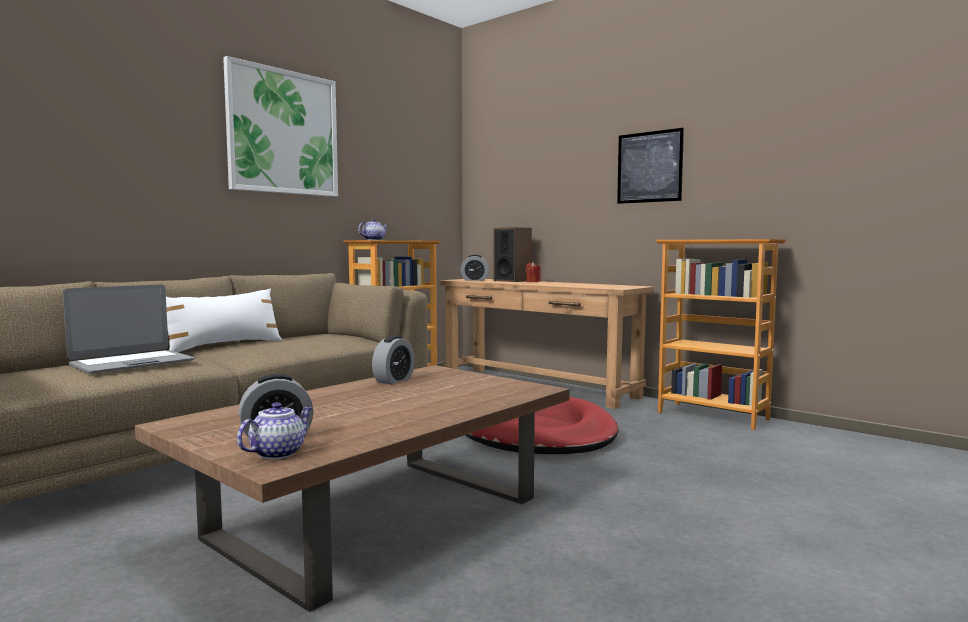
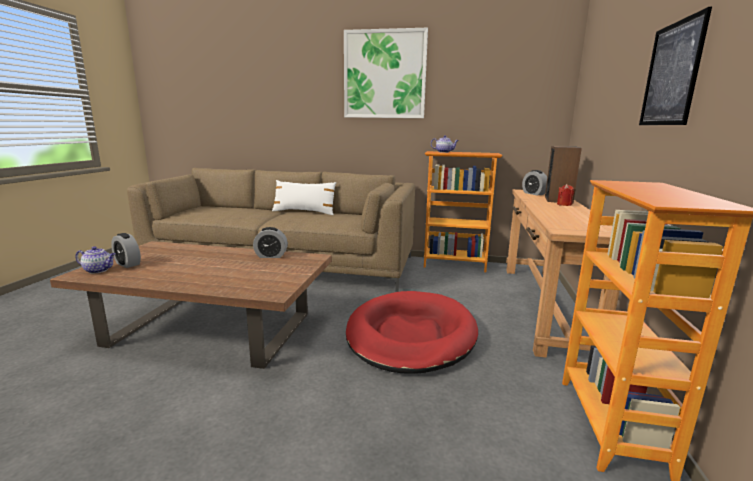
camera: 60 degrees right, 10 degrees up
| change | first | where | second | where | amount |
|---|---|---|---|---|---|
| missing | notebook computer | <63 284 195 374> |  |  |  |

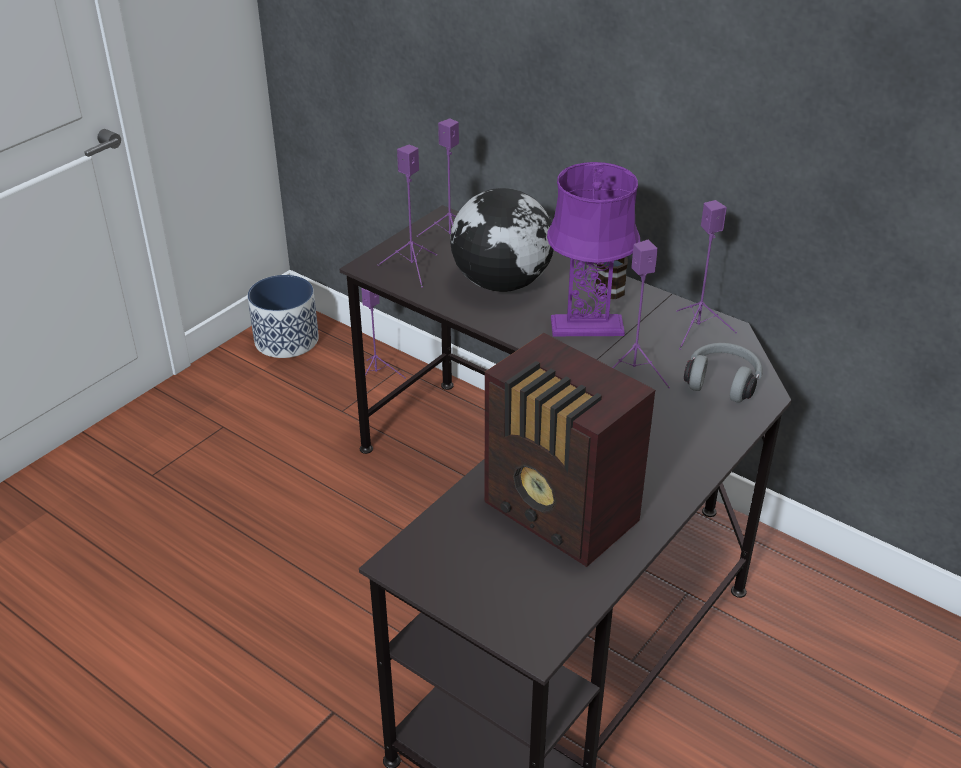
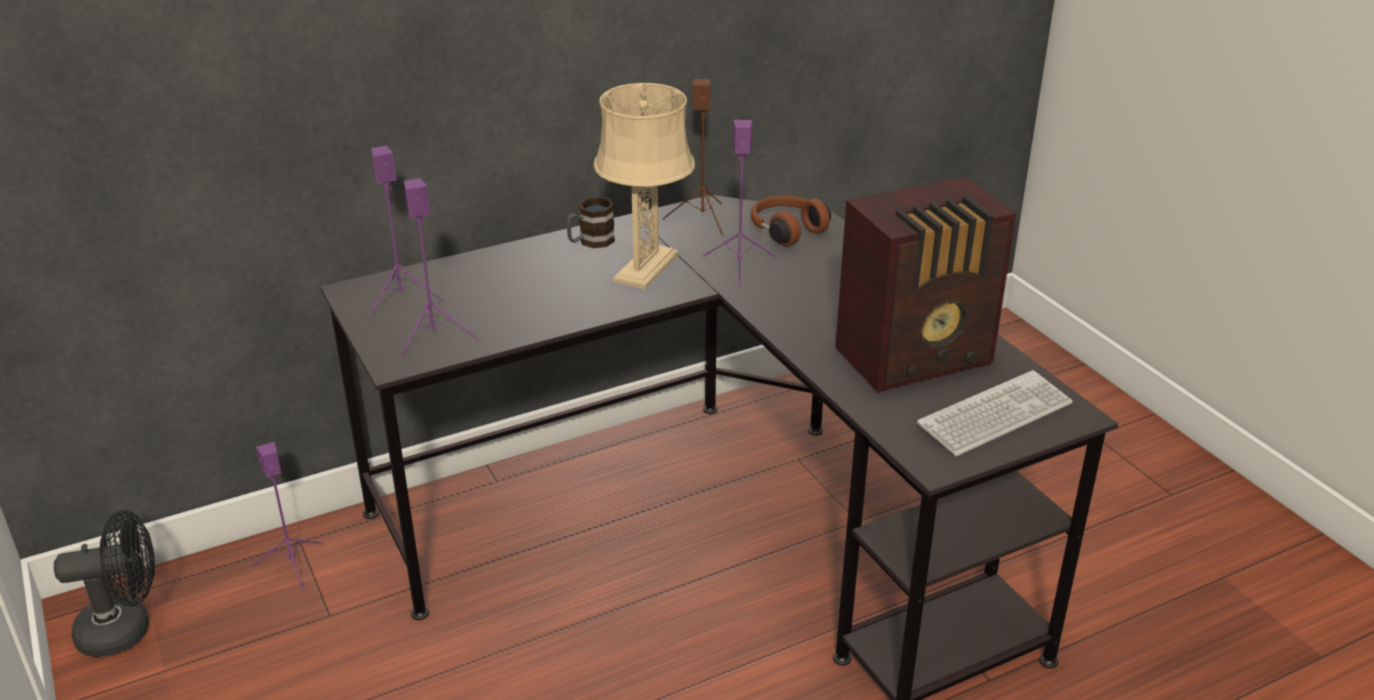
camera: 65 degrees left, 5 degrees down
| change | first | where | second | where | amount |
|---|---|---|---|---|---|
| colour | tabletop lamp (purple) | <547 162 640 336> | tabletop lamp (sand-coloured) | <594 83 695 289> |  |
| missing | world globe | <450 188 554 292> |  |  |  |
| colour | speaker (purple) | <676 200 737 350> | speaker (brown-coloured) | <663 79 724 235> |  |
| exchanged | planter | <247 275 319 358> | fan (blackish) | <54 510 155 657> |  |
| colour | headphones (grey) | <684 343 763 402> | headphones (brown-coloured) | <751 196 831 246> |  |
| appeared |  |  | keyboard | <917 370 1073 456> |  |

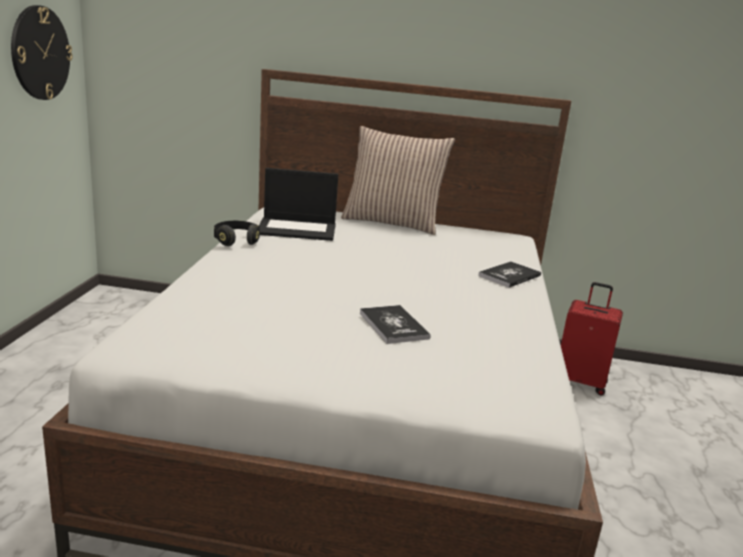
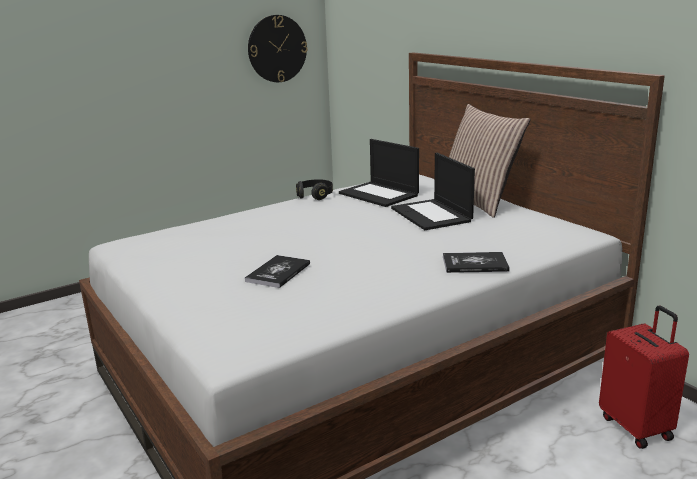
camera: 50 degrees right, 0 degrees up
| change | first | where | second | where | amount |
|---|---|---|---|---|---|
| appeared |  |  | notebook computer | <391 153 475 230> |  |

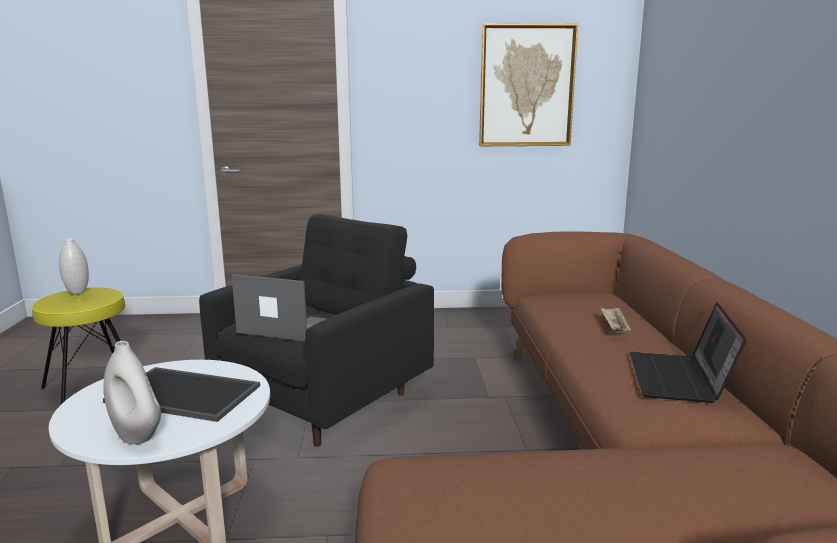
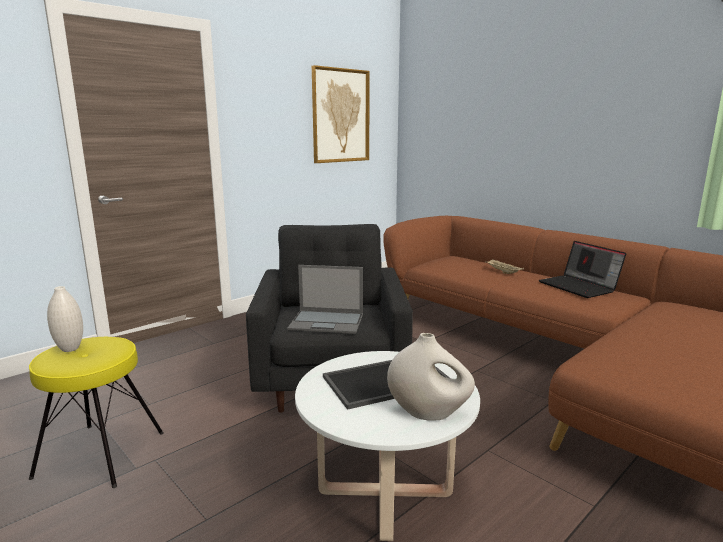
camera: 40 degrees left, 0 degrees up
| change | first | where | second | where | amount |
|---|---|---|---|---|---|
| spun | notebook computer | <231 274 327 342> |  | <287 265 363 334> | 150 degrees counterclockwise |

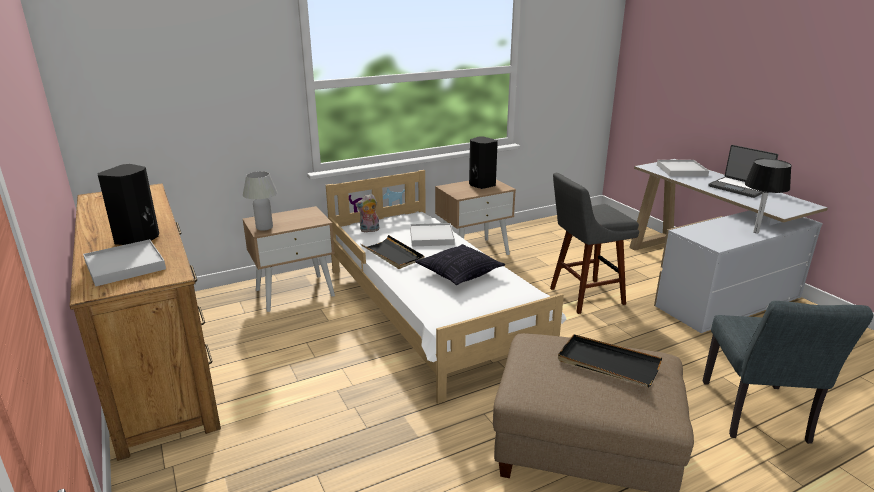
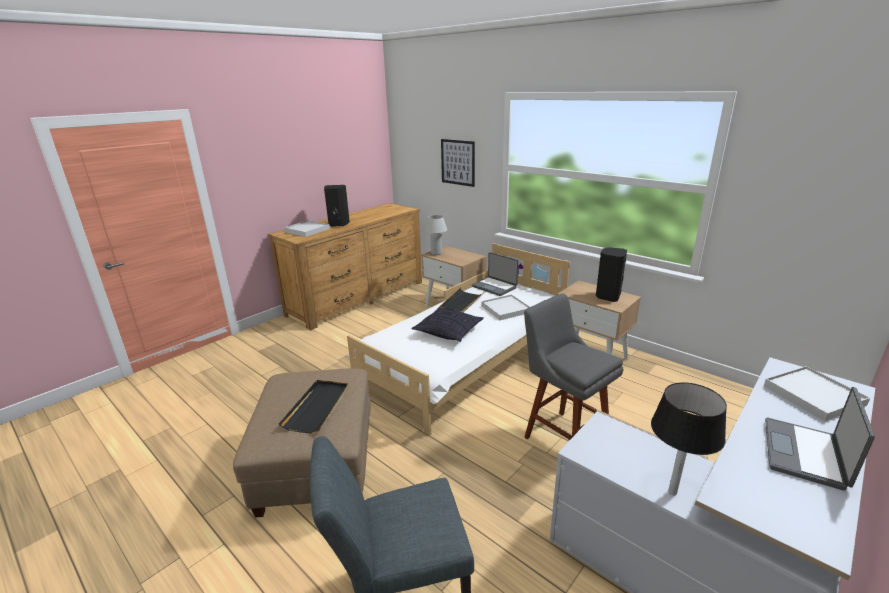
camera: 70 degrees right, 0 degrees up
| change | first | where | second | where | amount |
|---|---|---|---|---|---|
| exchanged | plush toy | <355 194 379 233> | notebook computer | <472 252 519 296> |  |
| appeared |  |  | picture | <441 139 475 187> |  |

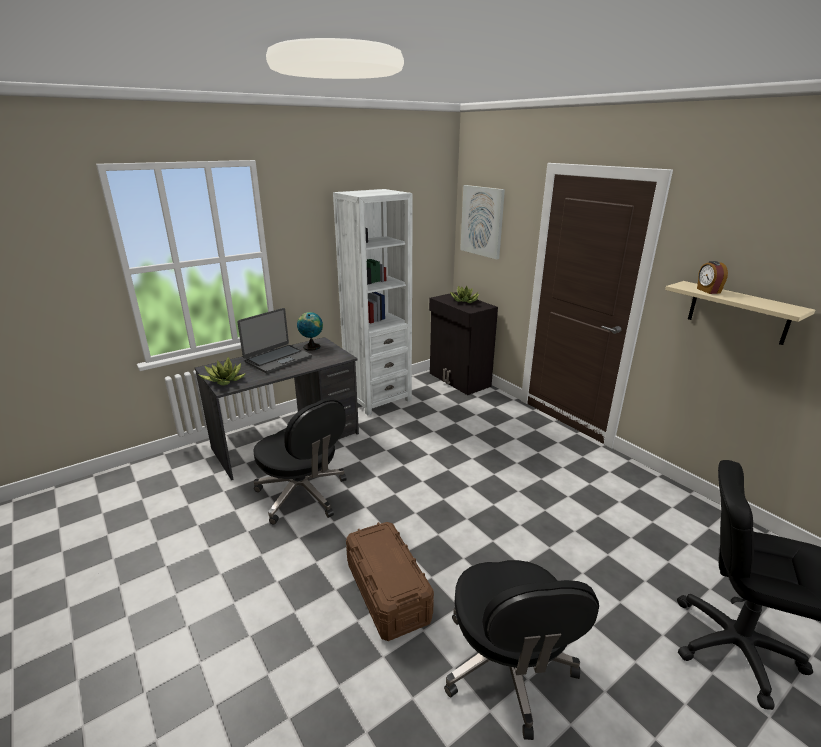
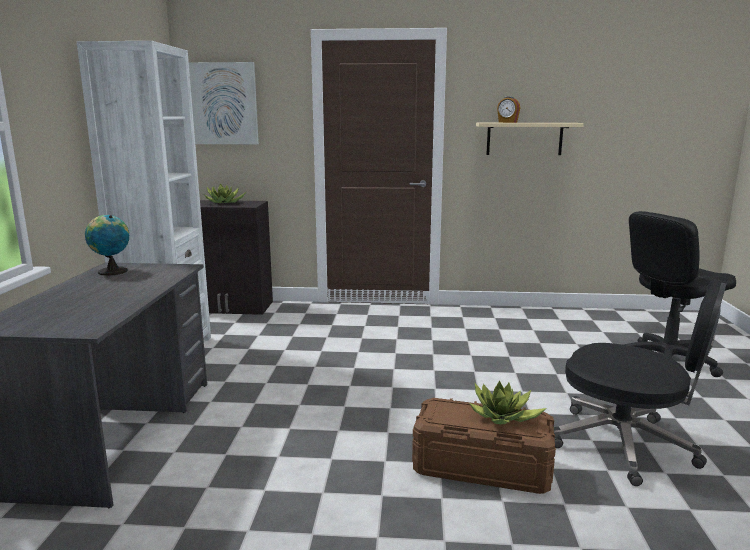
camera: 50 degrees left, 10 degrees down
| change | first | where | second | where | amount |
|---|---|---|---|---|---|
| missing | notebook computer | <237 308 312 374> |  |  |  |
| relocated | potted plant | <199 357 246 385> |  | <469 380 547 424> |  |
| missing | office chair (blackish) | <253 398 347 524> |  |  |  |

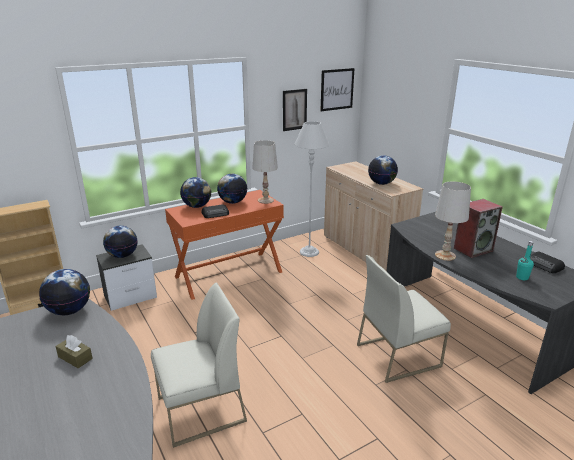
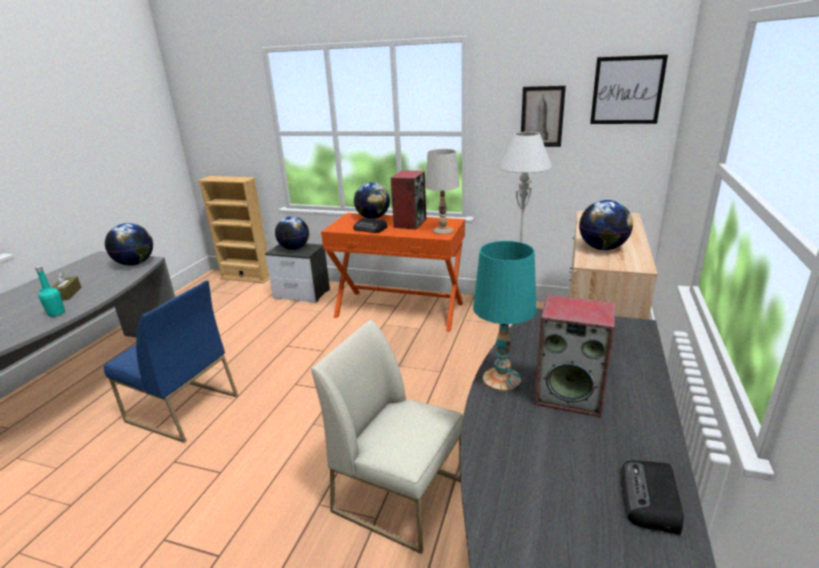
camera: 50 degrees right, 0 degrees up
| change | first | where | second | where | amount |
|---|---|---|---|---|---|
| exchanged | world globe | <217 174 247 204> | speaker | <391 170 426 230> |  |
| colour | tabletop lamp (white) | <435 181 471 261> | tabletop lamp (turquoise-coloured) | <473 241 537 391> |  |
| relocated | beverage bottle (turquoise-coloured) | <516 241 534 280> |  | <35 266 65 317> |  |
| colour | chair (white) | <151 282 247 448> | chair (blue-coloured) | <104 280 238 443> |  |

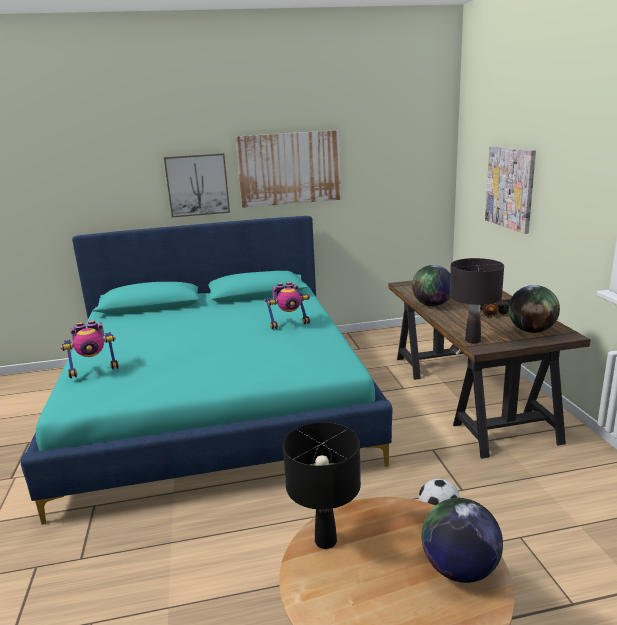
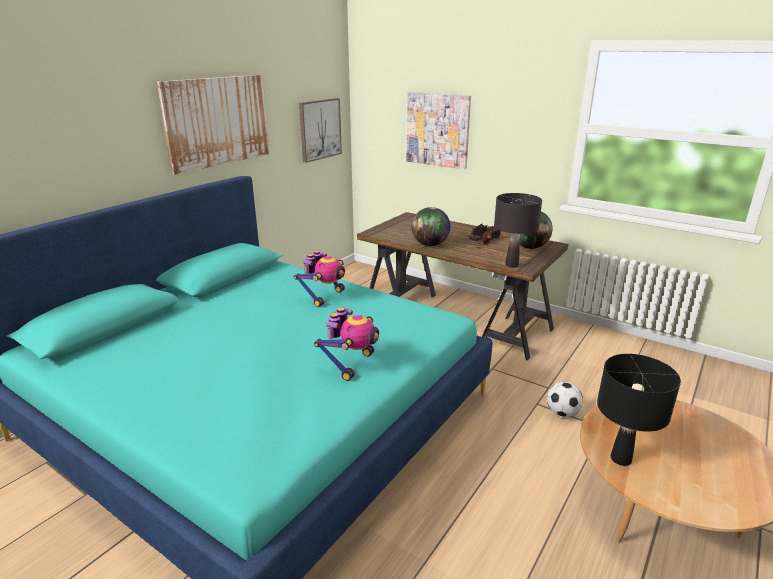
camera: 45 degrees left, 5 degrees up
| change | first | where | second | where | amount |
|---|---|---|---|---|---|
| relocated | picture | <164 153 230 217> |  | <299 98 342 163> |  |
| relocated | toy robot | <60 320 119 378> |  | <314 307 379 381> |  |
| missing | world globe | <422 498 503 583> |  |  |  |

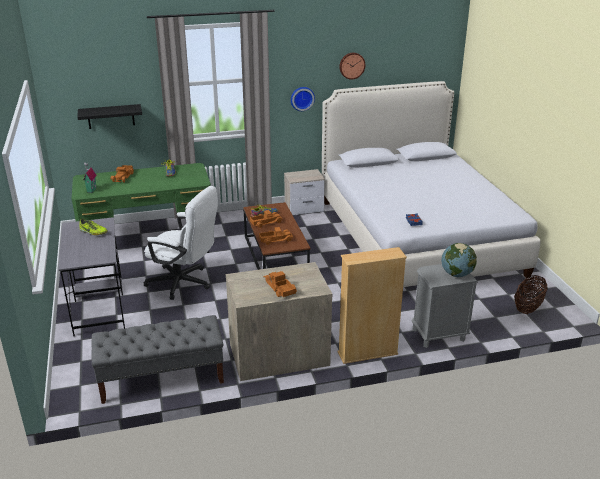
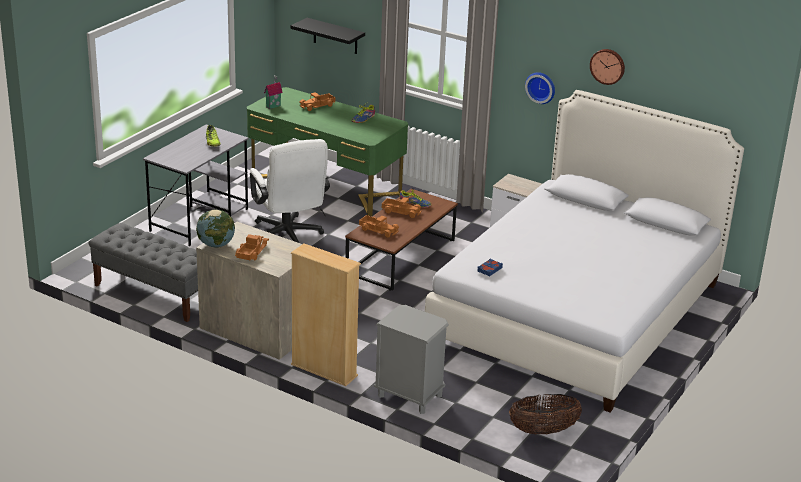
camera: 45 degrees right, 0 degrees up
| change | first | where | second | where | amount |
|---|---|---|---|---|---|
| relocated | world globe | <441 243 477 277> |  | <196 209 235 248> |  |

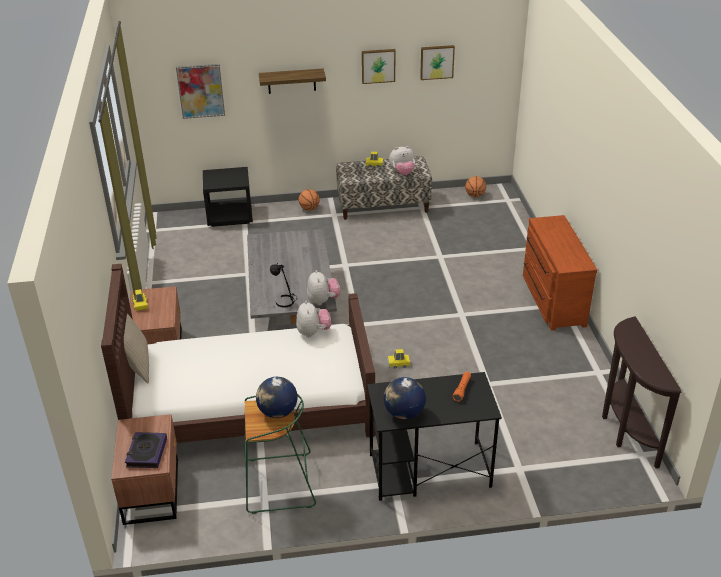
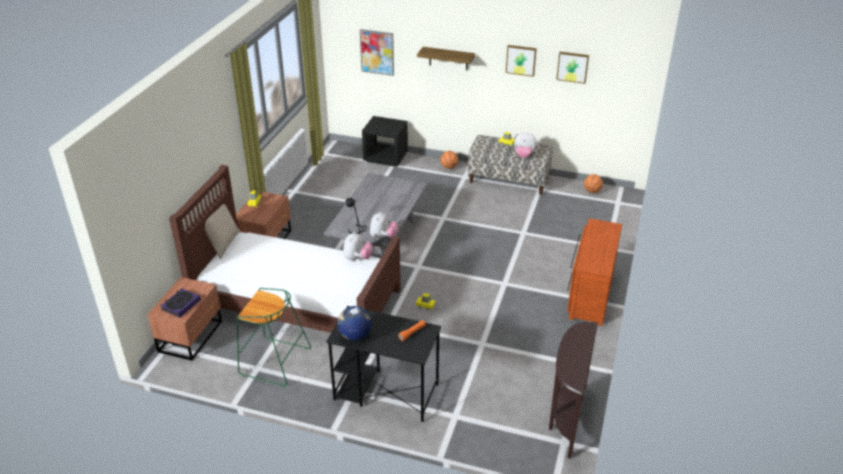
camera: 25 degrees right, 0 degrees up
| change | first | where | second | where | amount |
|---|---|---|---|---|---|
| missing | world globe | <256 377 297 418> |  |  |  |

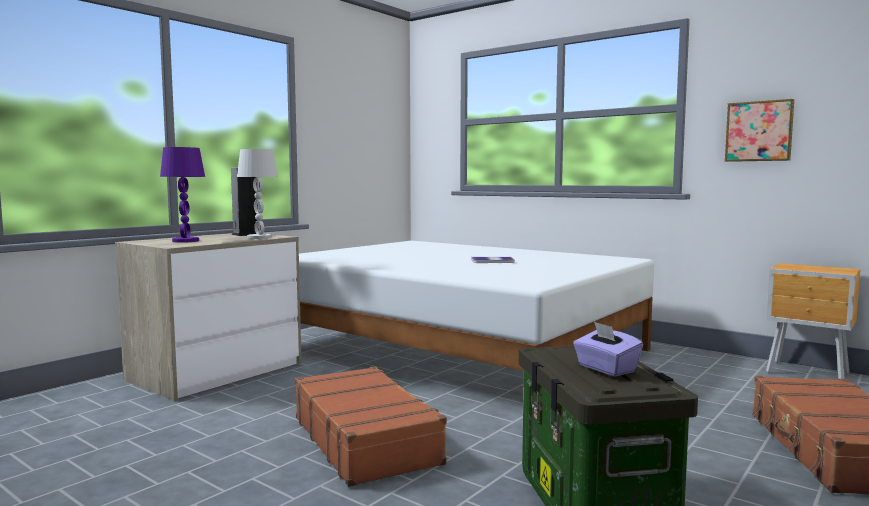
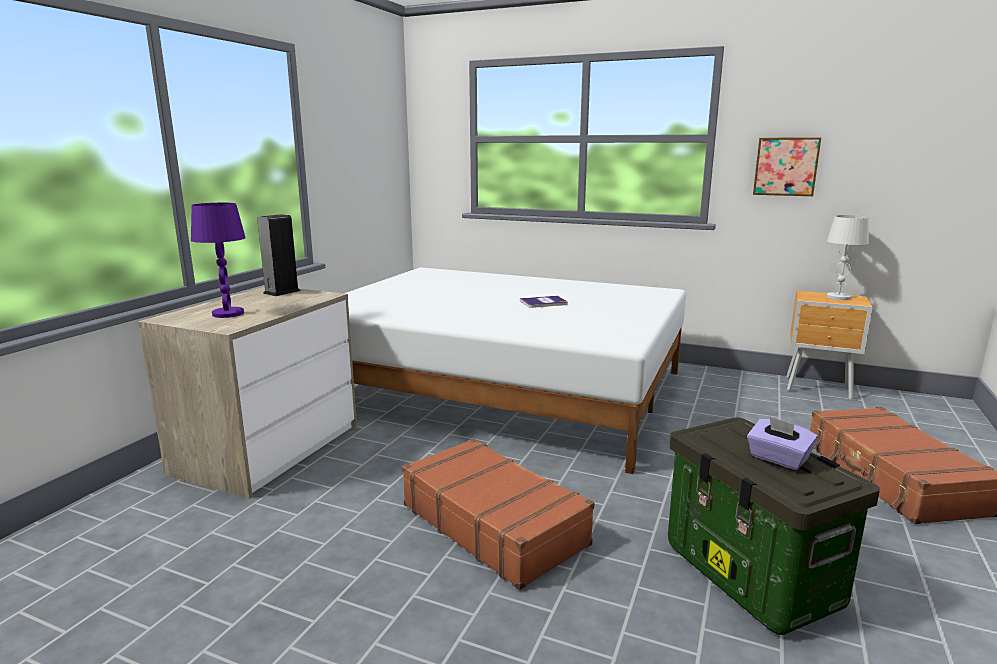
camera: 15 degrees left, 10 degrees up
| change | first | where | second | where | amount |
|---|---|---|---|---|---|
| relocated | tabletop lamp (white) | <237 149 278 239> |  | <826 215 869 300> |  |

